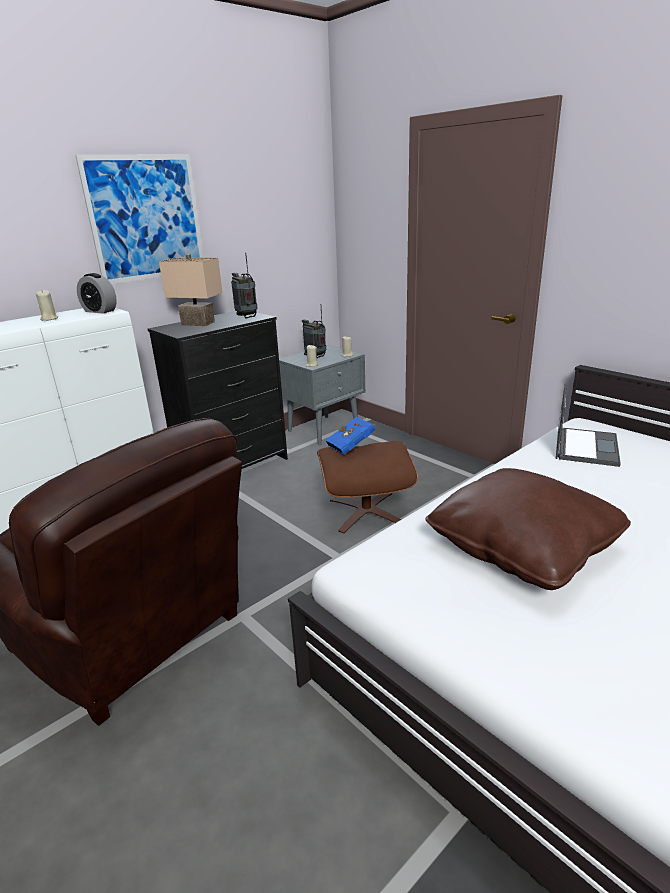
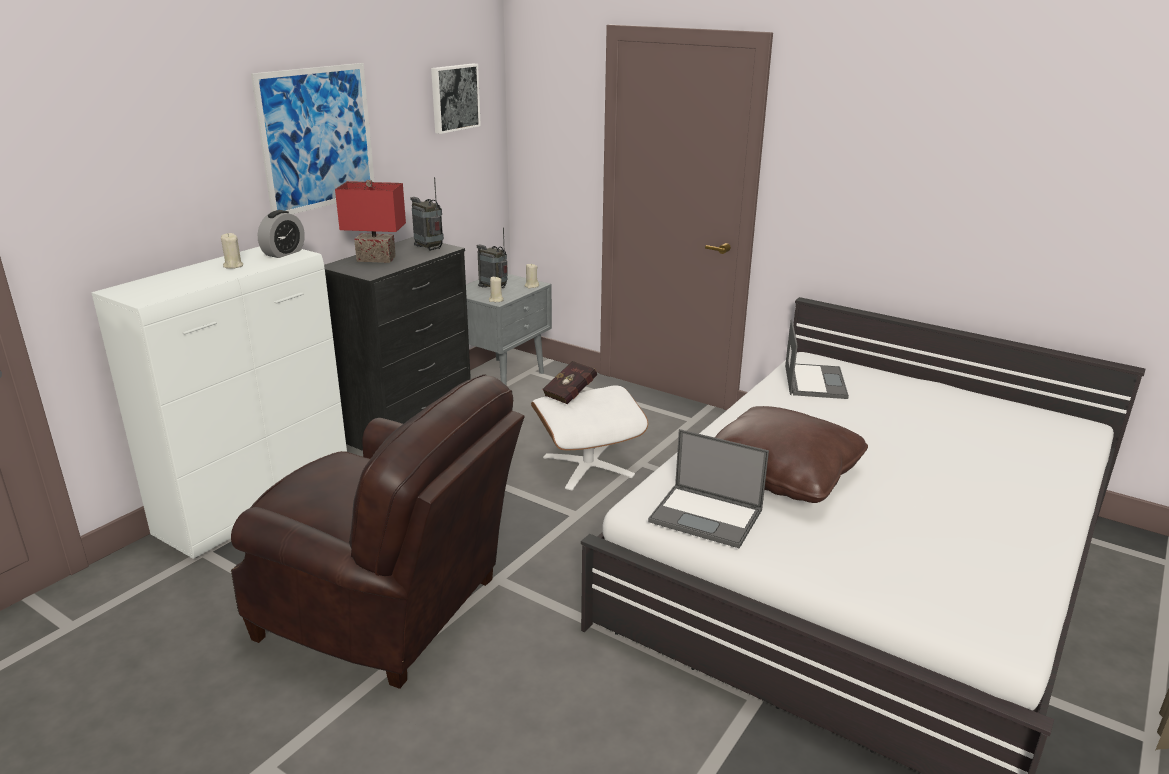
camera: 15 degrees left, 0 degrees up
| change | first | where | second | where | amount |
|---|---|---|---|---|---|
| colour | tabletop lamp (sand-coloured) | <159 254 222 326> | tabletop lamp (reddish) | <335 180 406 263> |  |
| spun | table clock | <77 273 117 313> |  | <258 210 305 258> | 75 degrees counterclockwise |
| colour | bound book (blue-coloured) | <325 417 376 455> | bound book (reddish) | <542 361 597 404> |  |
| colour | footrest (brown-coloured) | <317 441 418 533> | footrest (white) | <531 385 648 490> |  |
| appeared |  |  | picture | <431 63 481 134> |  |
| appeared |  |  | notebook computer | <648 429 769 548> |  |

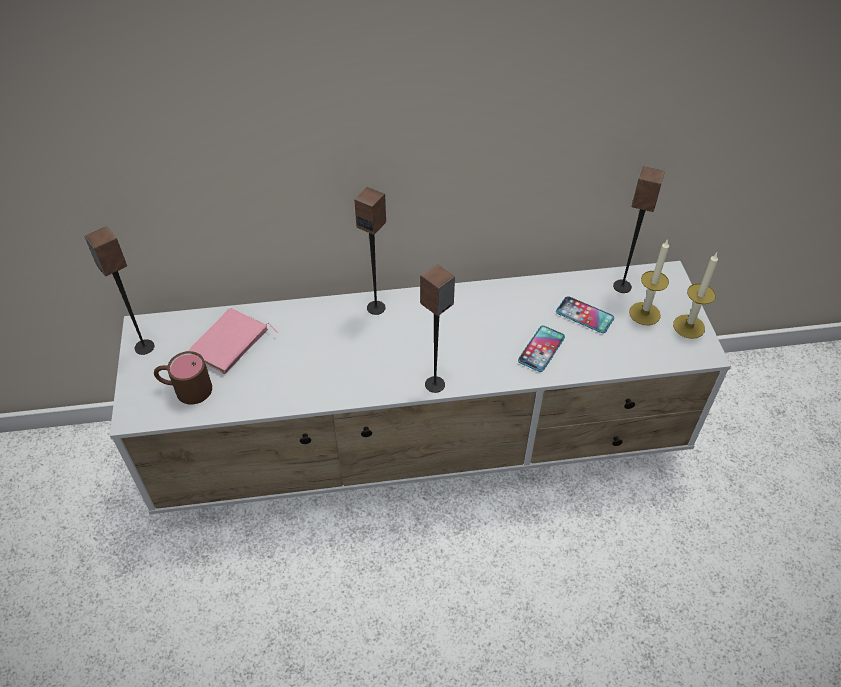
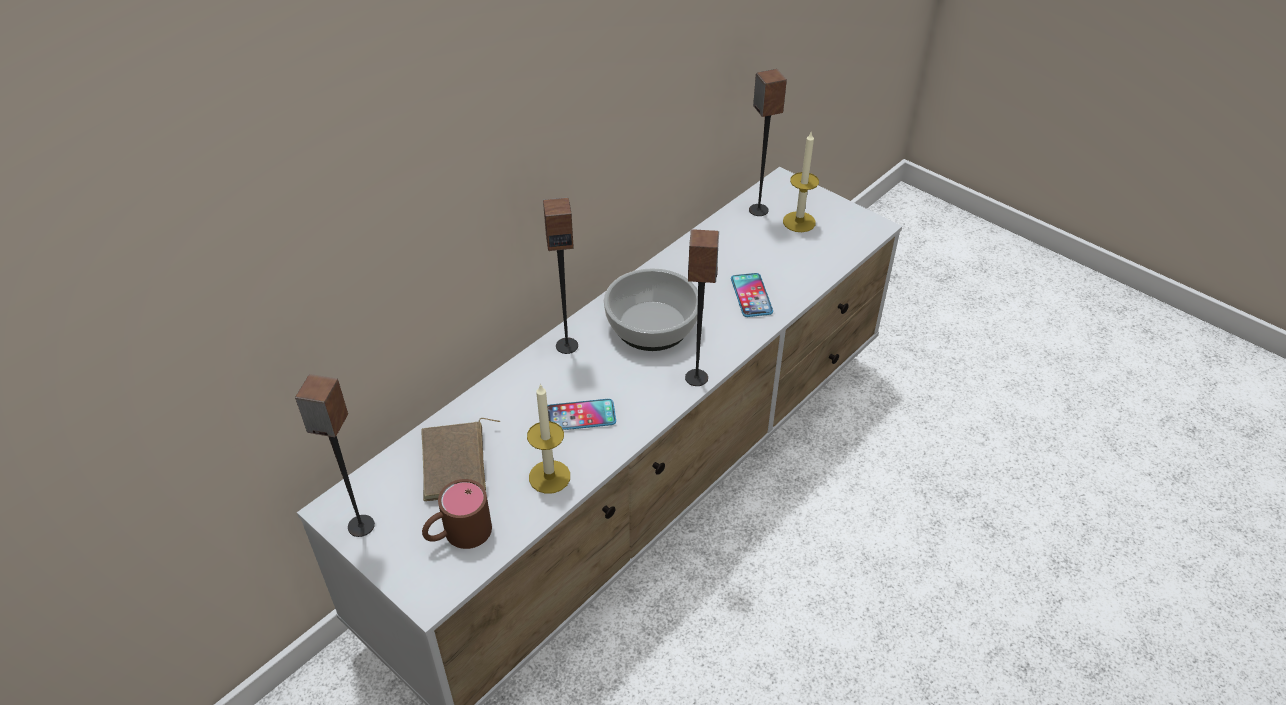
camera: 40 degrees left, 5 degrees down
| change | first | where | second | where | amount |
|---|---|---|---|---|---|
| relocated | candle | <673 253 718 339> |  | <527 383 570 494> |  |
| relocated | telephone | <556 296 614 333> |  | <547 399 616 430> |  |
| colour | bound book (pinkish) | <188 308 279 374> | bound book (brown-coloured) | <422 418 500 501> |  |
| appeared |  |  | serving bowl | <604 268 698 351> |  |

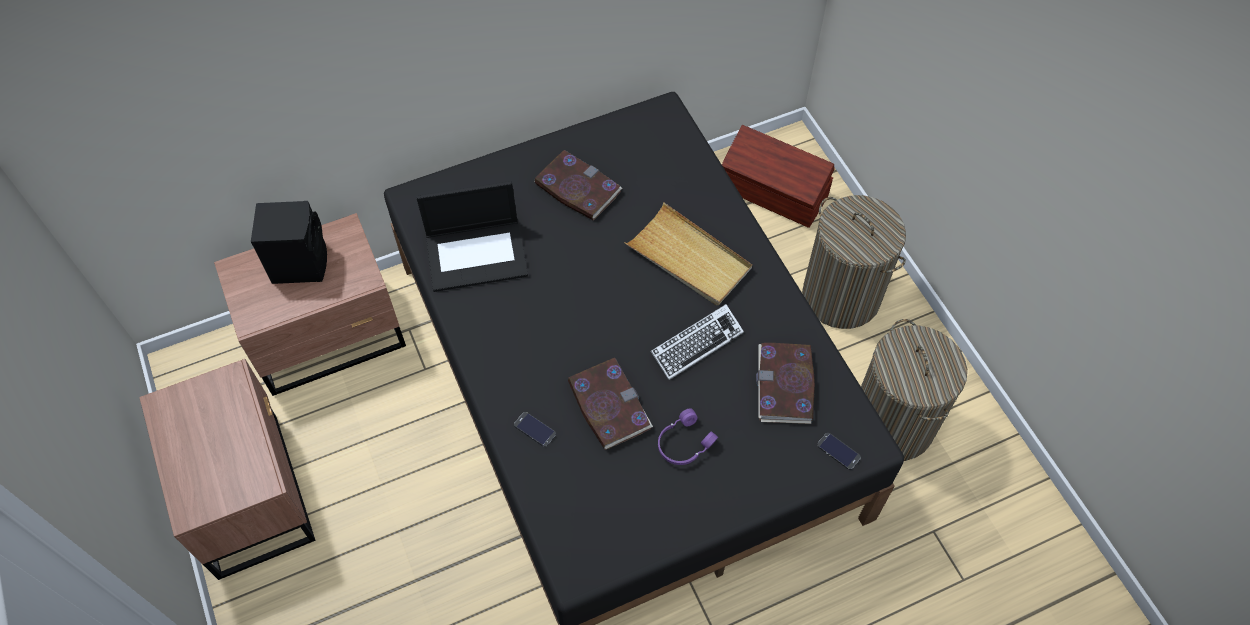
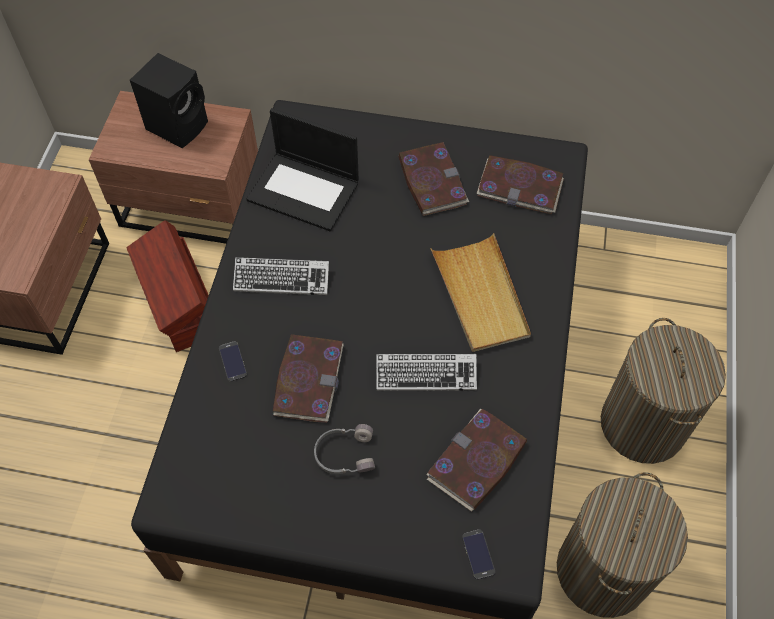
camera: 35 degrees right, 0 degrees up
| change | first | where | second | where | amount |
|---|---|---|---|---|---|
| relocated | storage container (brown-coloured) | <722 125 835 228> |  | <127 220 209 352> |  |
| colour | headphones (purple) | <658 408 718 465> | headphones (grey) | <314 424 375 474> |  |
| appeared |  |  | bound book | <476 155 564 214> |  |
| appeared |  |  | keyboard | <233 257 329 295> |  |

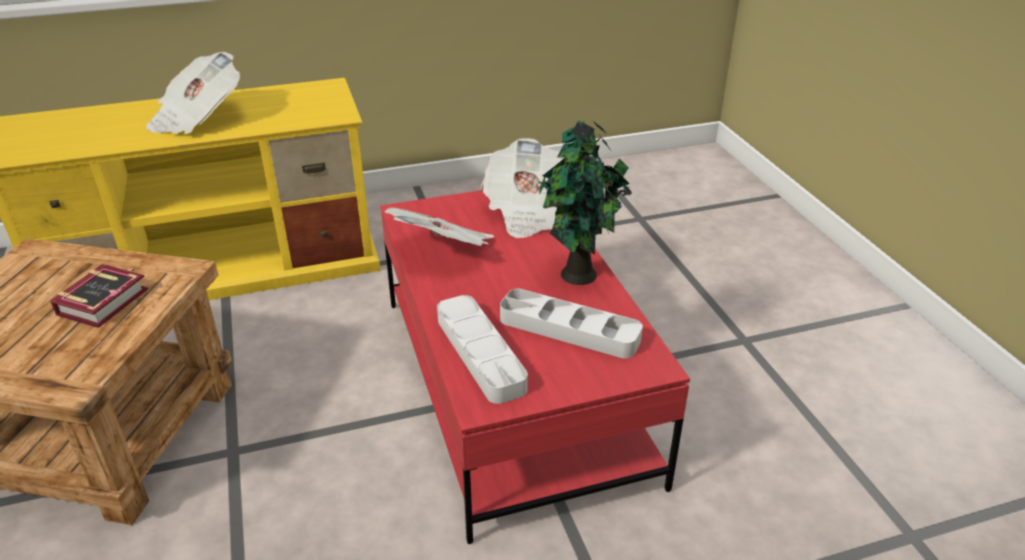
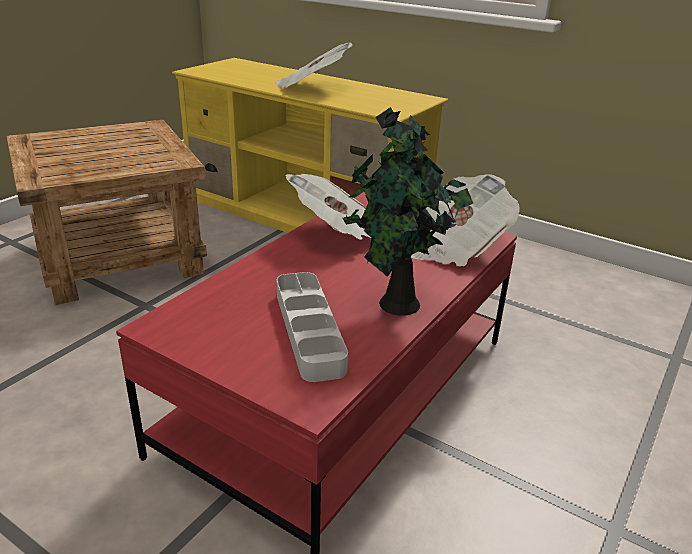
camera: 50 degrees right, 5 degrees down
| change | first | where | second | where | amount |
|---|---|---|---|---|---|
| missing | bound book | <50 264 148 328> |  |  |  |
| missing | carrying tray (grey) | <437 295 528 404> |  |  |  |

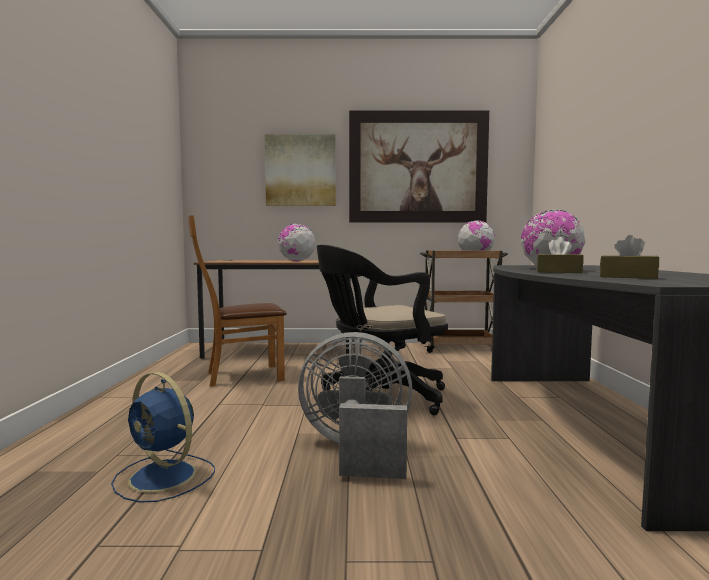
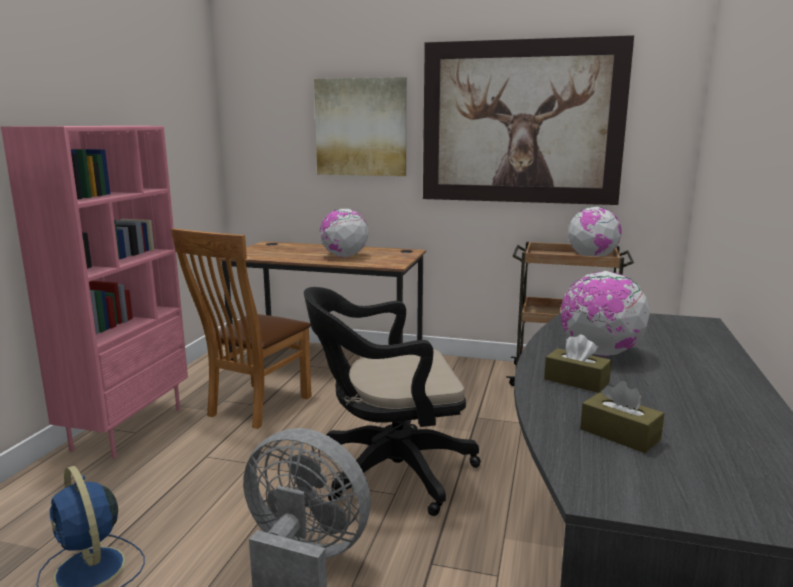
camera: 15 degrees right, 10 degrees up
| change | first | where | second | where | amount |
|---|---|---|---|---|---|
| spun | chair (brown-coloured) | <188 215 287 387> |  | <171 228 312 429> | 60 degrees counterclockwise |
| appeared |  |  | bookcase (pinkish) | <1 126 188 458> |  |

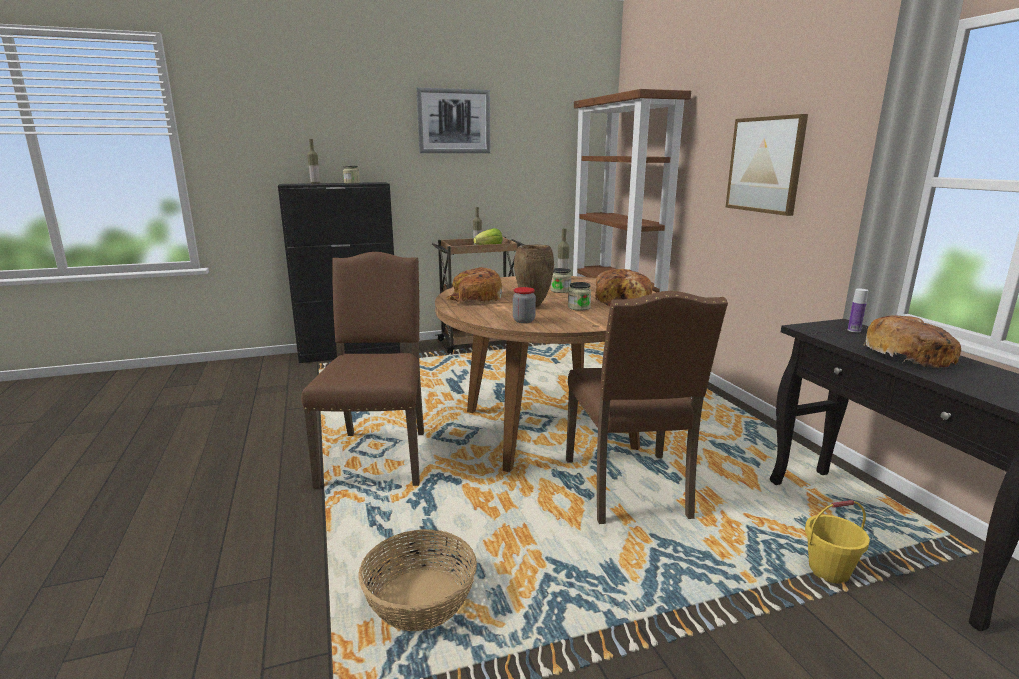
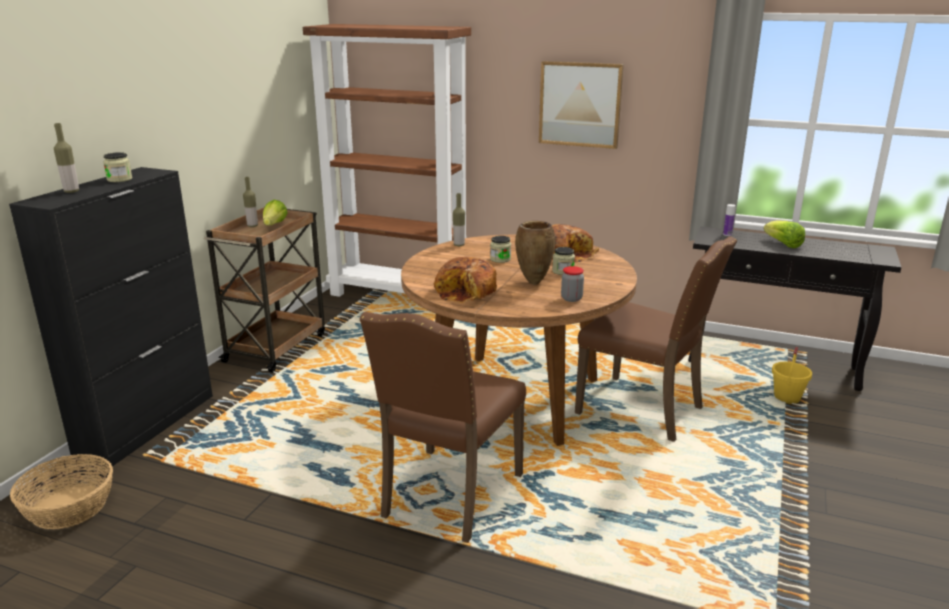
camera: 50 degrees left, 5 degrees up
| change | first | where | second | where | amount |
|---|---|---|---|---|---|
| missing | picture | <416 87 491 153> |  |  |  |
| spun | chair (brown-coloured) | <301 252 424 488> |  | <360 311 526 543> | 105 degrees counterclockwise |
| exchanged | baked bread | <863 315 961 367> | head of lettuce | <764 220 805 248> |  |
| relocated | storage basket | <358 529 477 631> |  | <10 454 113 529> |  |

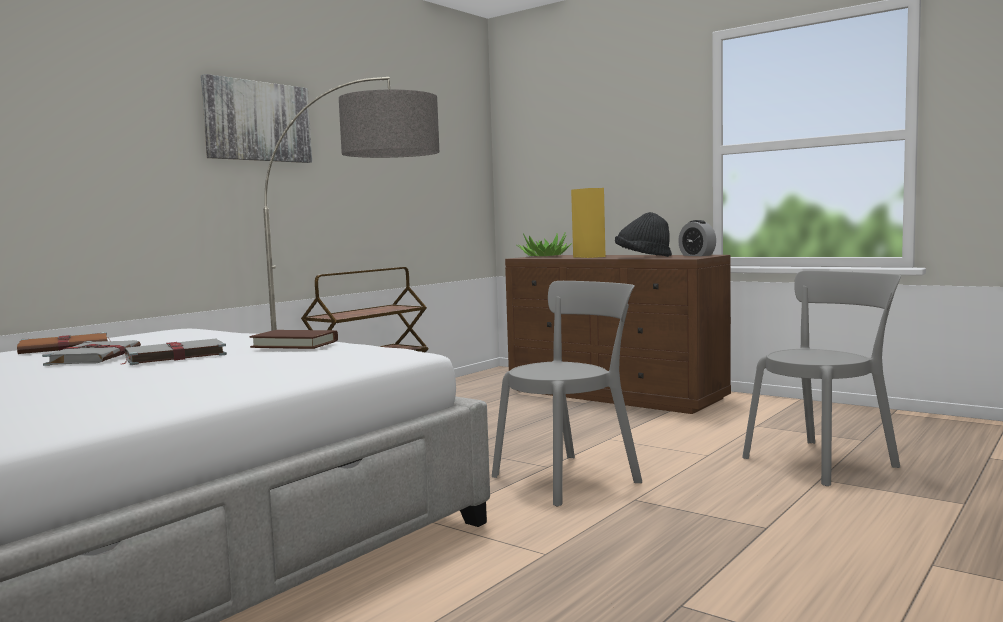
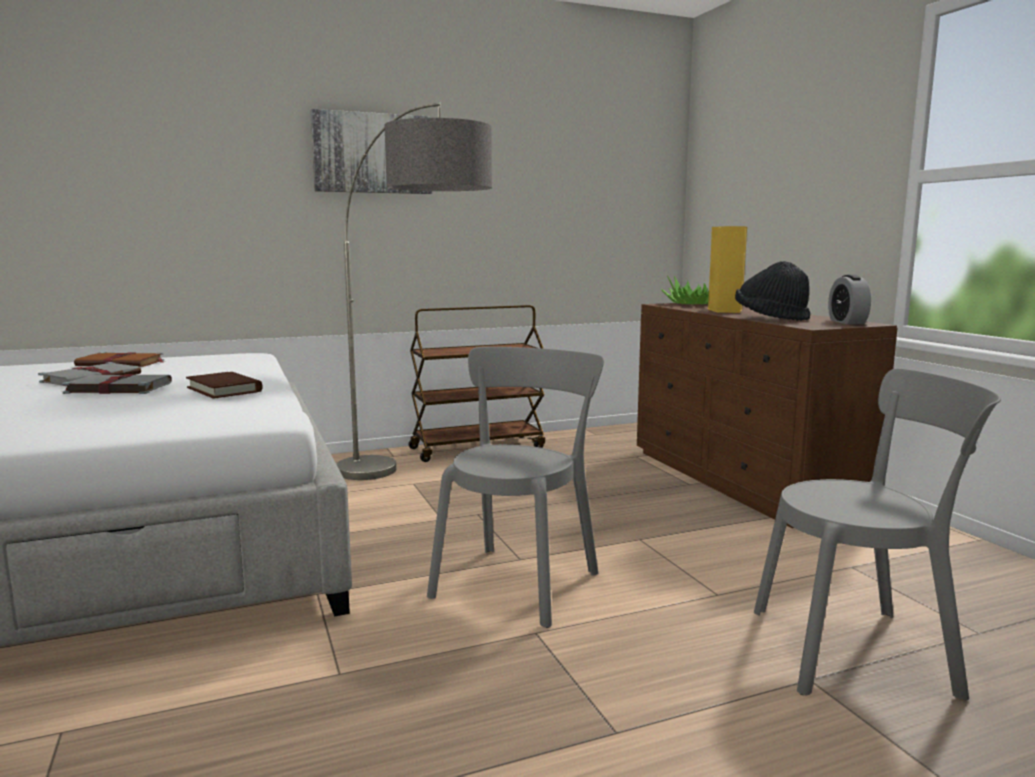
camera: 30 degrees right, 5 degrees up
| change | first | where | second | where | amount |
|---|---|---|---|---|---|
| spun | chair (grey) | <492 281 642 506> |  | <427 347 604 628> | 60 degrees counterclockwise |

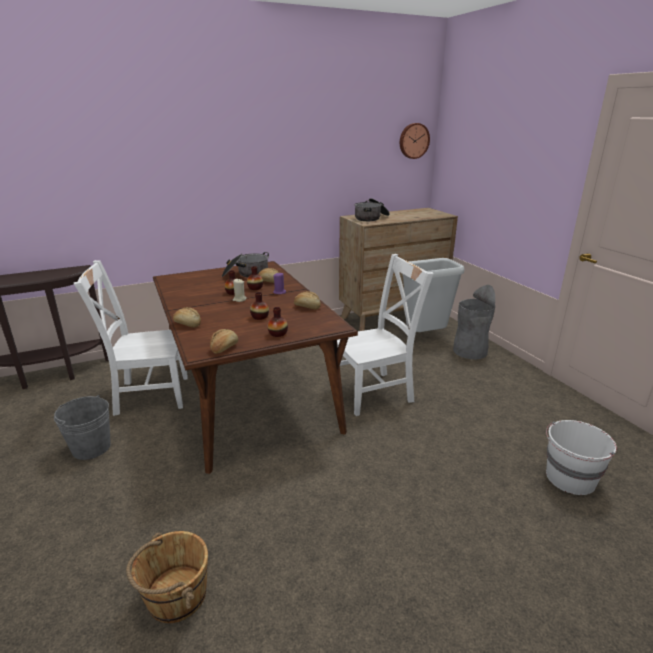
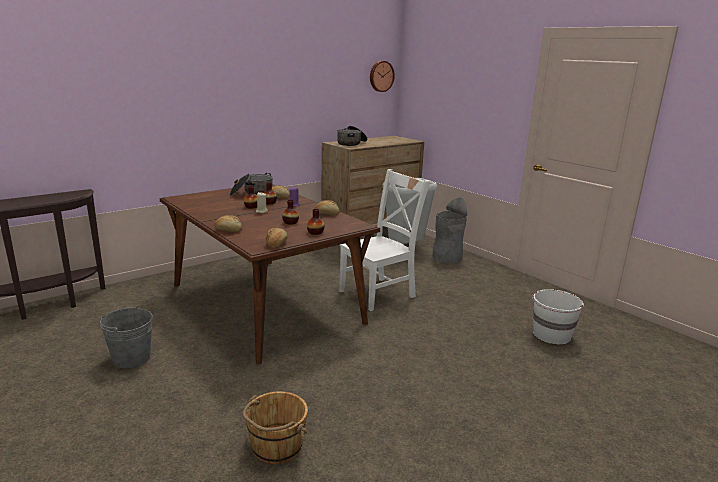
camera: 15 degrees left, 5 degrees down
| change | first | where | second | where | amount |
|---|---|---|---|---|---|
| missing | chair (white) | <74 260 188 416> |  |  |  |

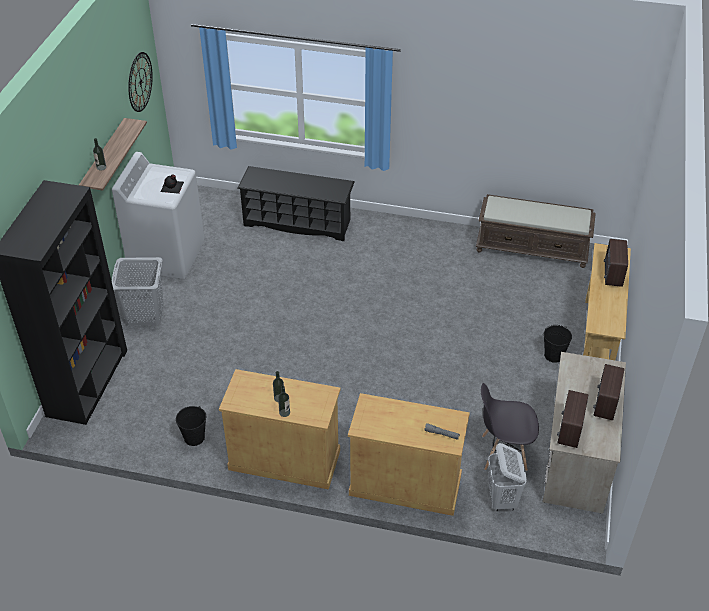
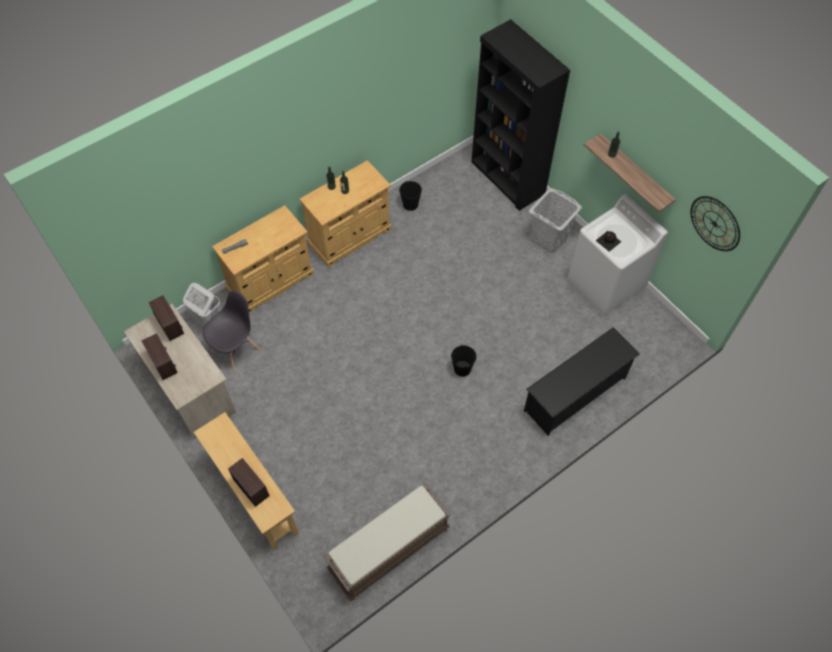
camera: 130 degrees right, 15 degrees up
| change | first | where | second | where | amount |
|---|---|---|---|---|---|
| relocated | pail (blackish) | <544 325 572 363> |  | <451 345 477 377> |  |

